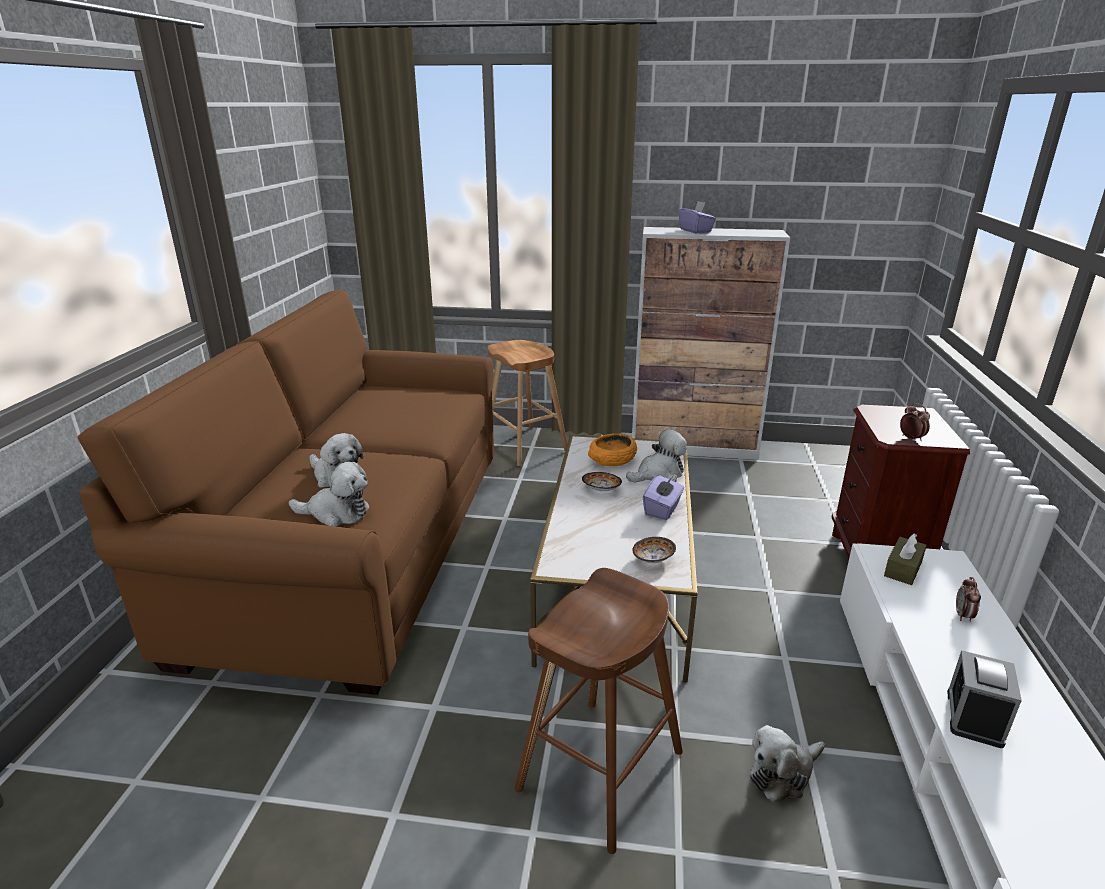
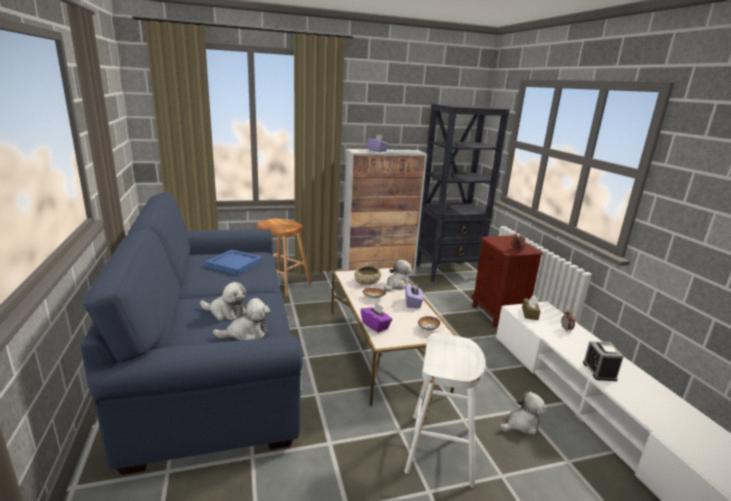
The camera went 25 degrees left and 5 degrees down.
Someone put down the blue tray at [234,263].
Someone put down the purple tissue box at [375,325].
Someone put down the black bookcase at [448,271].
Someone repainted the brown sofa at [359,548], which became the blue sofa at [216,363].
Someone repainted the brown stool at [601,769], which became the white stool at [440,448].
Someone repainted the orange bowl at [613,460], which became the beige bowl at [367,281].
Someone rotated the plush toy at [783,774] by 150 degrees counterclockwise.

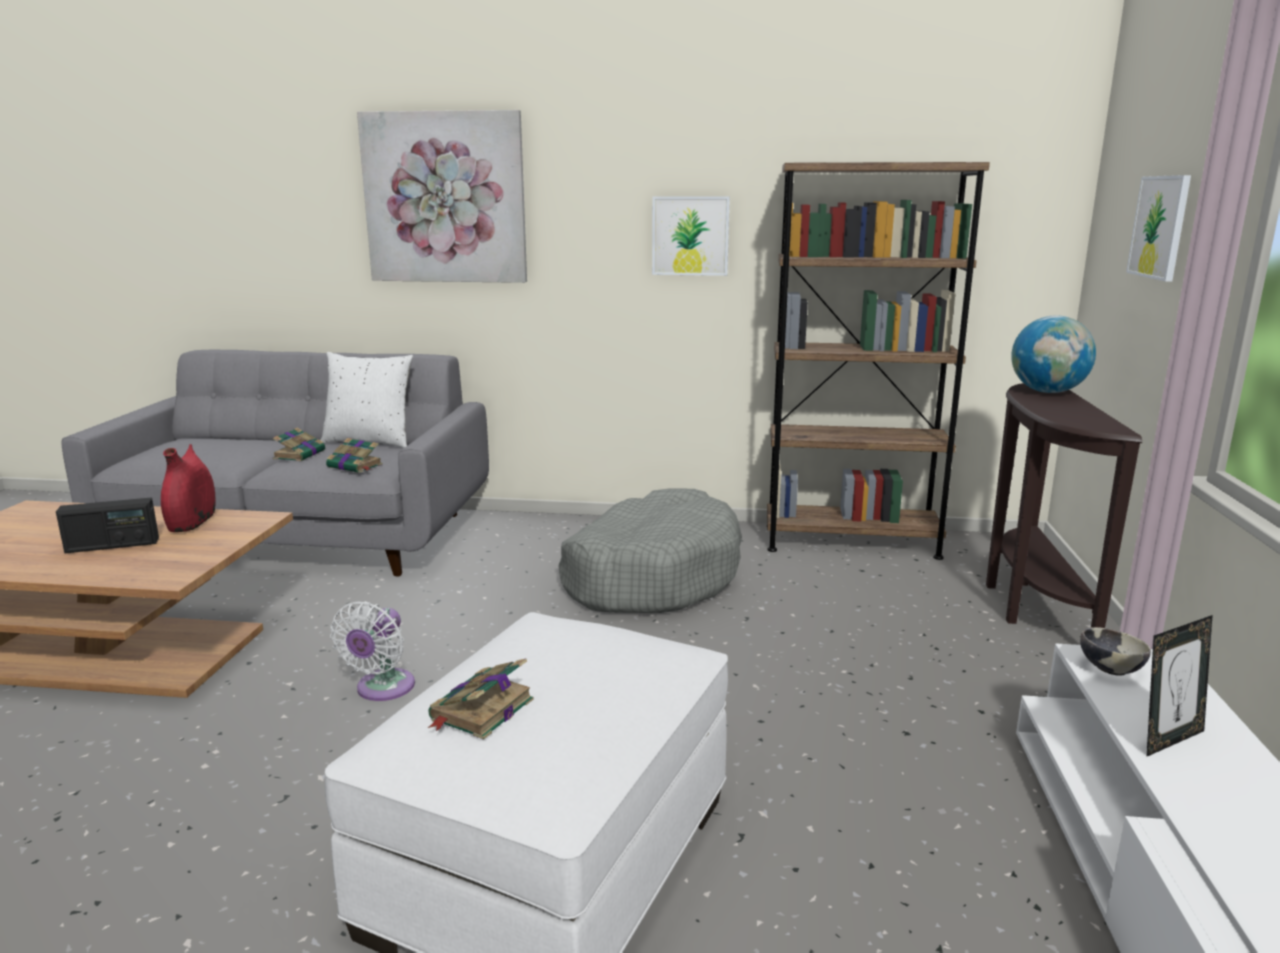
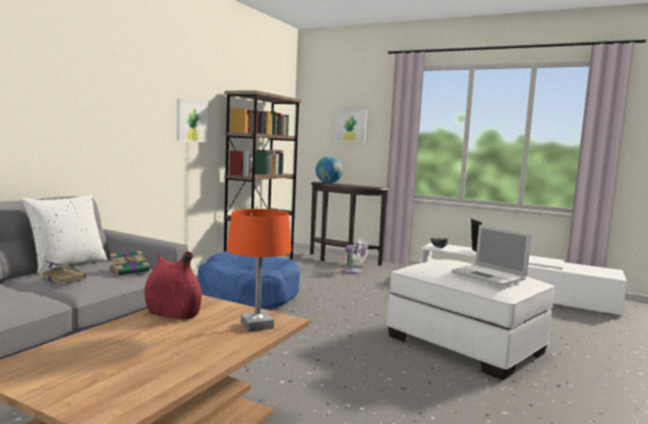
The camera went 70 degrees left and 10 degrees down.
Someone took away the radio at [112,545].
Someone took away the picture at [445,198].
Someone put down the orange table lamp at [256,325].
Someone carried the white fan from [382,689] to [353,272].
Someone swapped the book at [480,711] for the laptop at [490,276].
Someone repainted the grey dog bed at [651,575], which became the blue dog bed at [248,294].

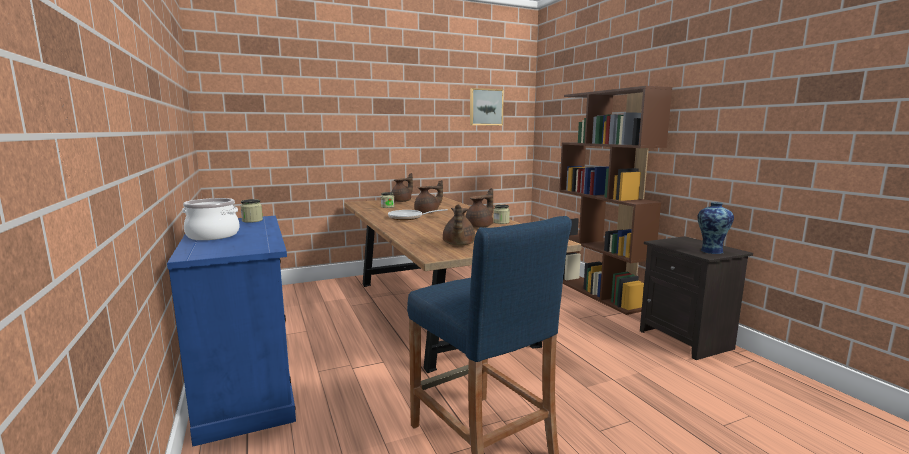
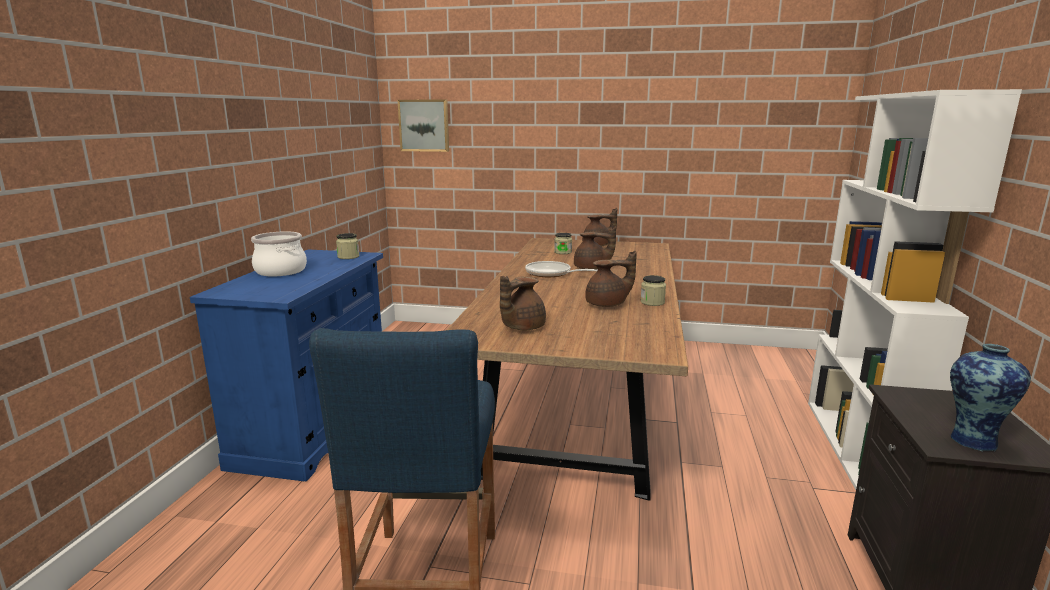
The camera went 35 degrees right and 5 degrees up.
Someone carried the picture from [485,107] to [424,125].
Someone repainted the brown bookcase at [599,293], which became the white bookcase at [859,448].

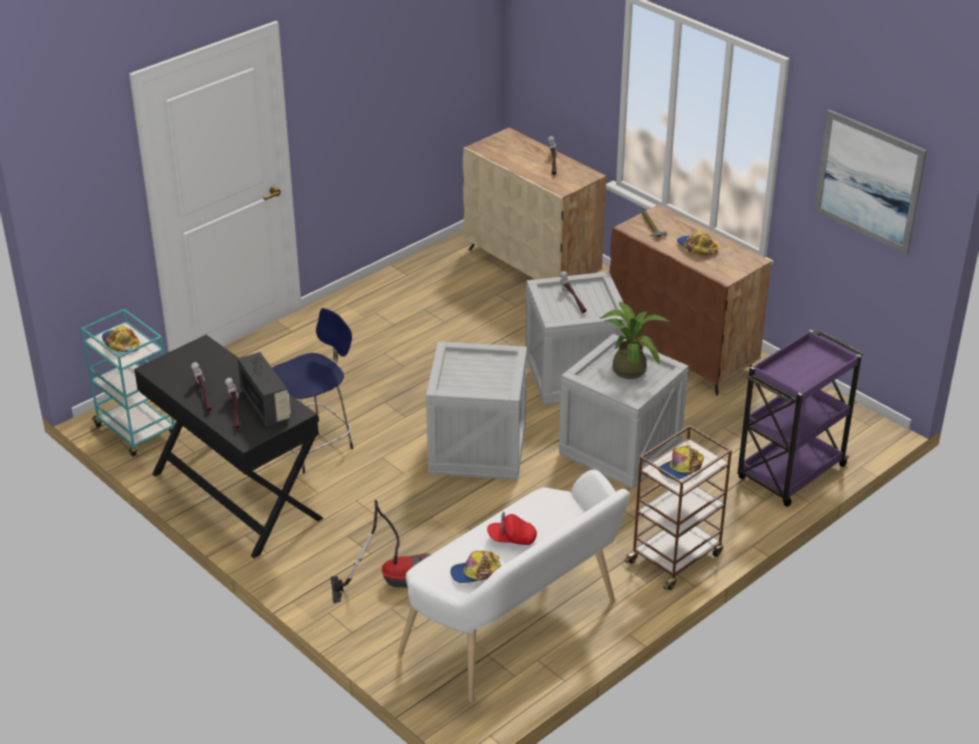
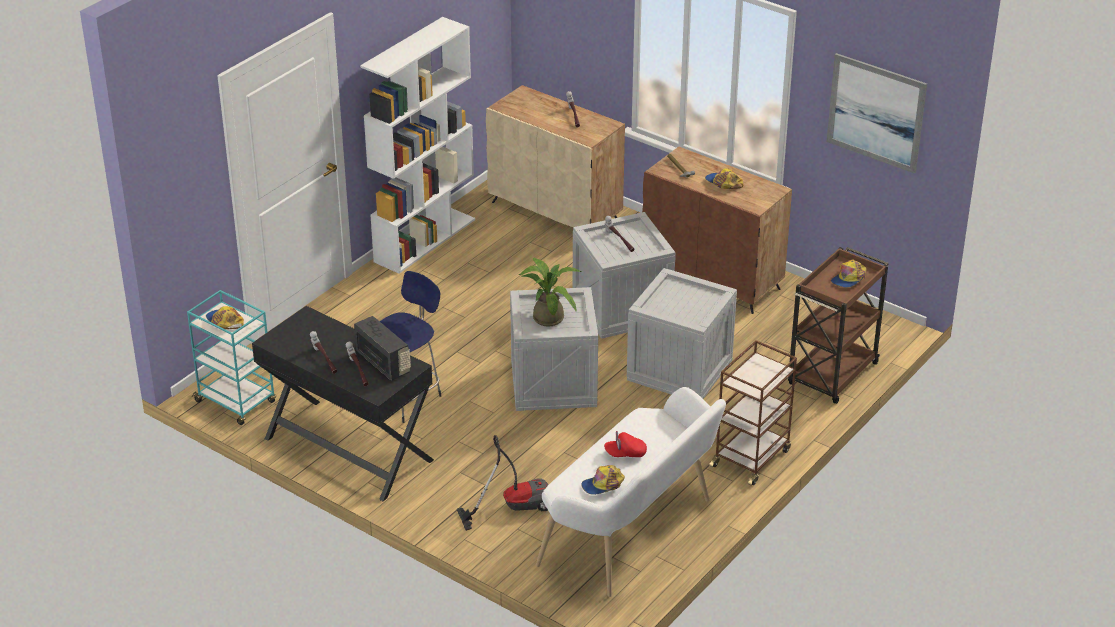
The camera went 10 degrees left and 0 degrees up.
Someone put down the white bookcase at [424,240].
Someone carried the potted plant from [629,367] to [548,316].
Someone carried the cap from [681,468] to [848,278].
Someone repainted the purple cart at [790,473], which became the brown cart at [832,375].

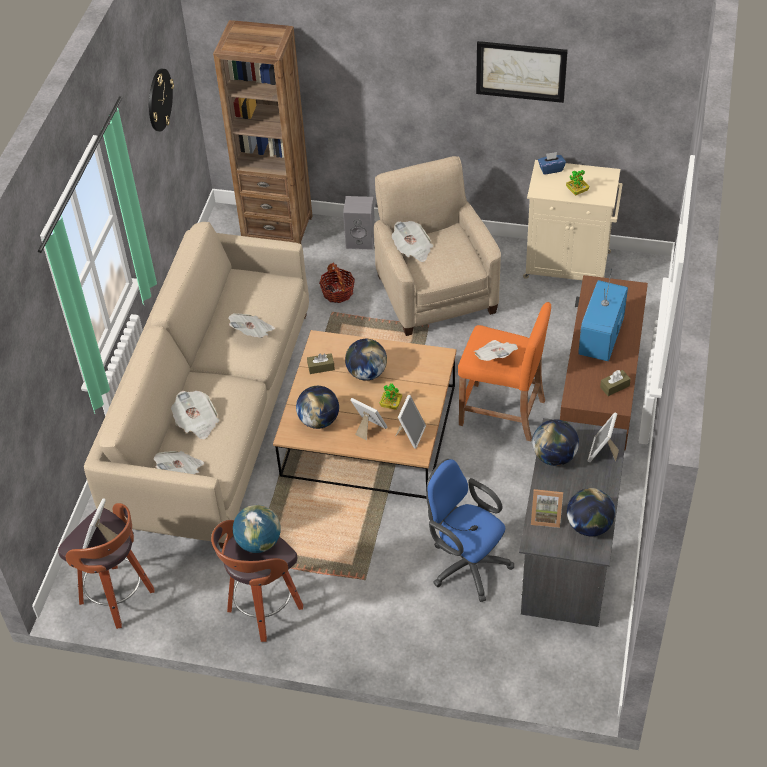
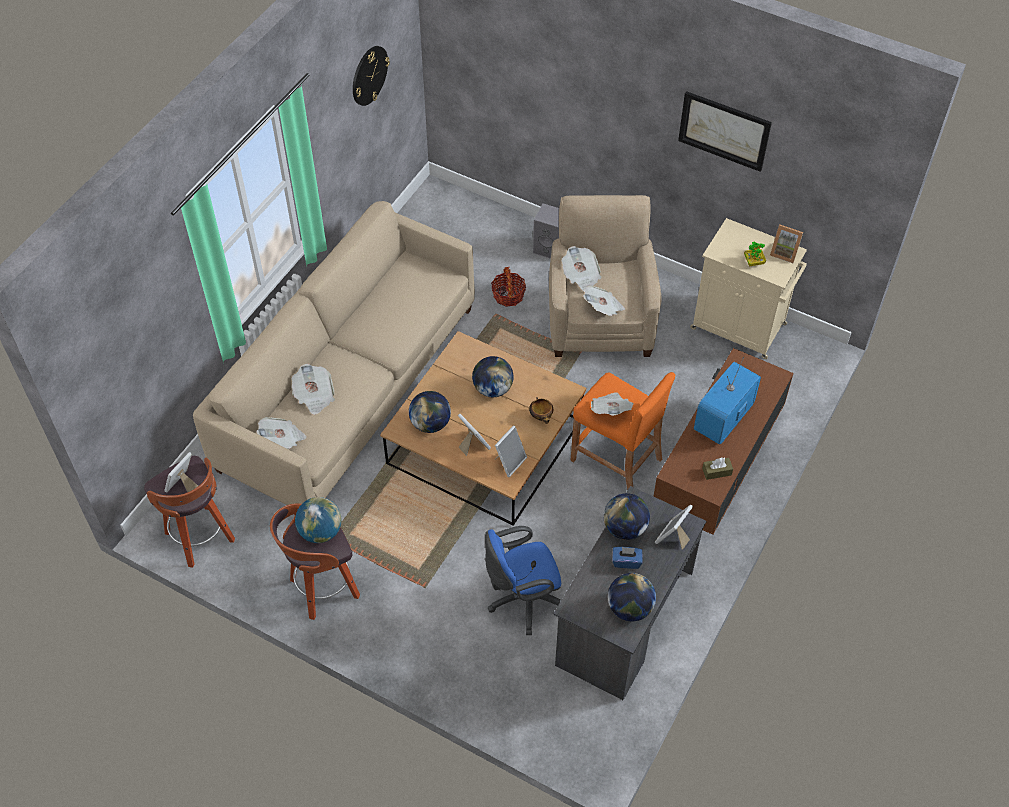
The camera went 15 degrees right and 5 degrees up.
Someone took away the brown bookcase at [277,229].
Someone took away the brown tissue box at [321,367].
Someone took away the potted plant at [391,404].
Someone put down the bowl at [541,417].
Someone carried the newspaper from [252,333] to [603,308].
Someone carried the picture frame from [546,517] to [784,253].
Someone carried the blue tissue box from [551,169] to [626,561].
Someone rotated the blue office chair at [466,564] by 75 degrees counterclockwise.

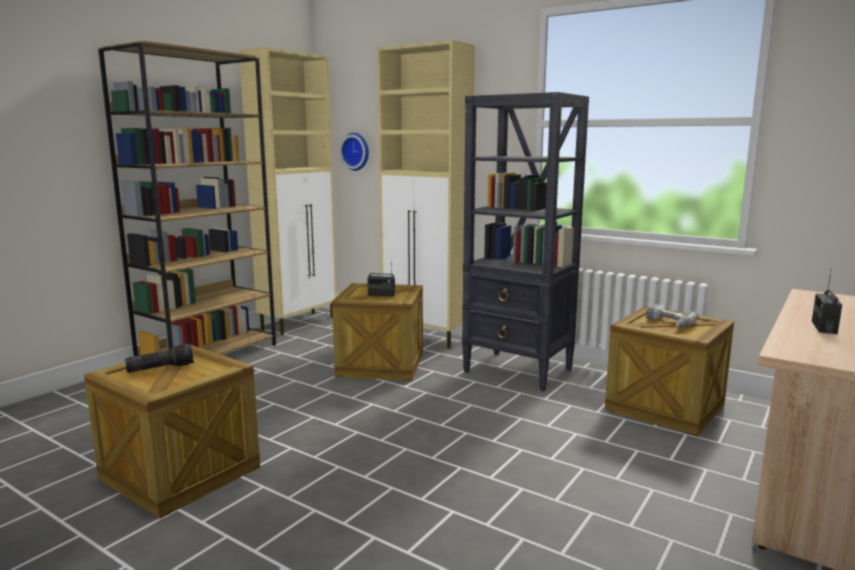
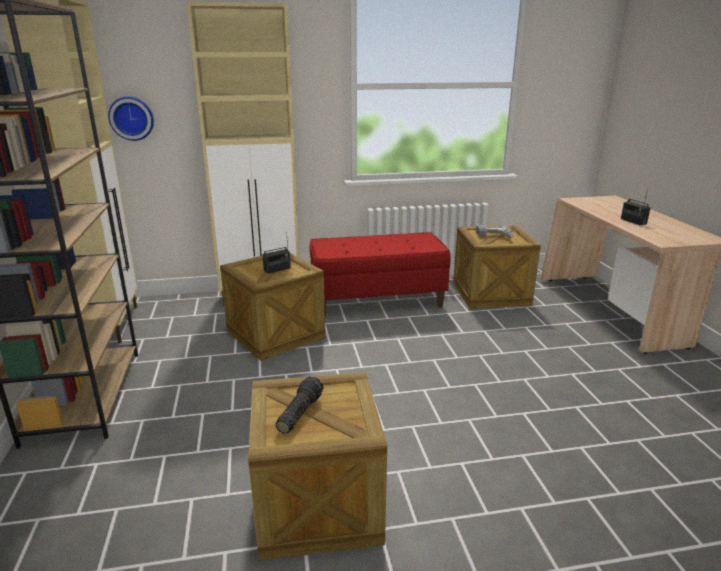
The camera went 45 degrees left and 10 degrees up.
Someone swapped the black bookcase at [518,371] for the red bench at [377,300].

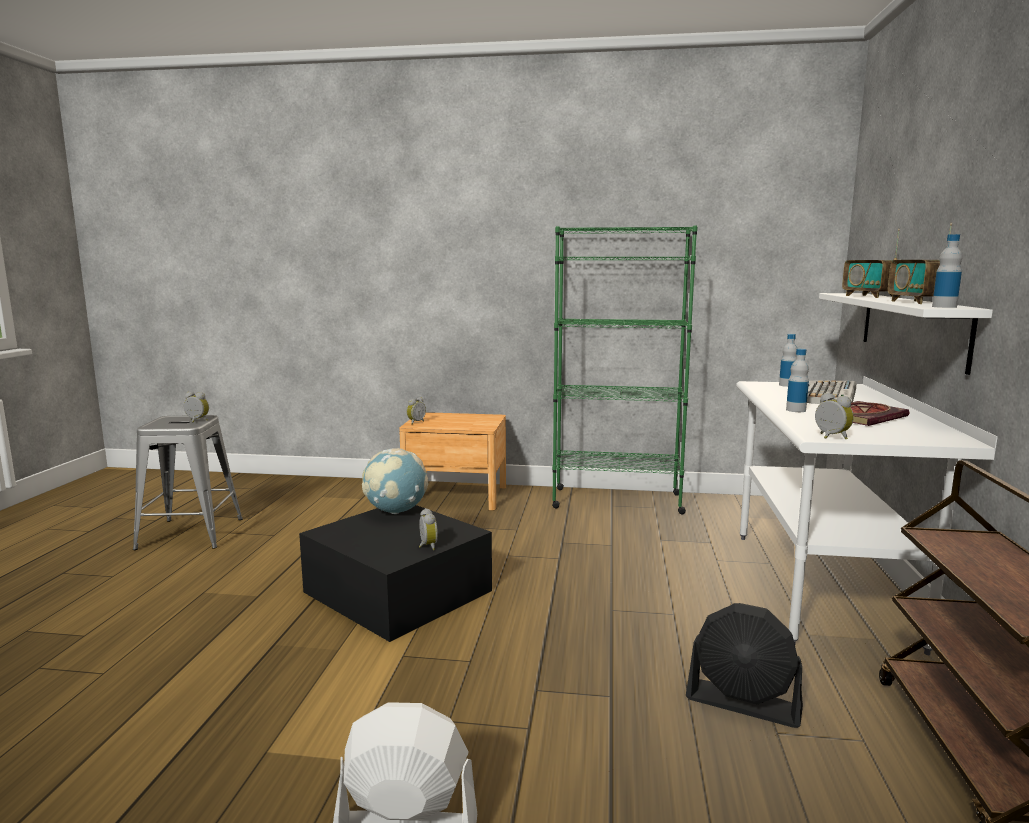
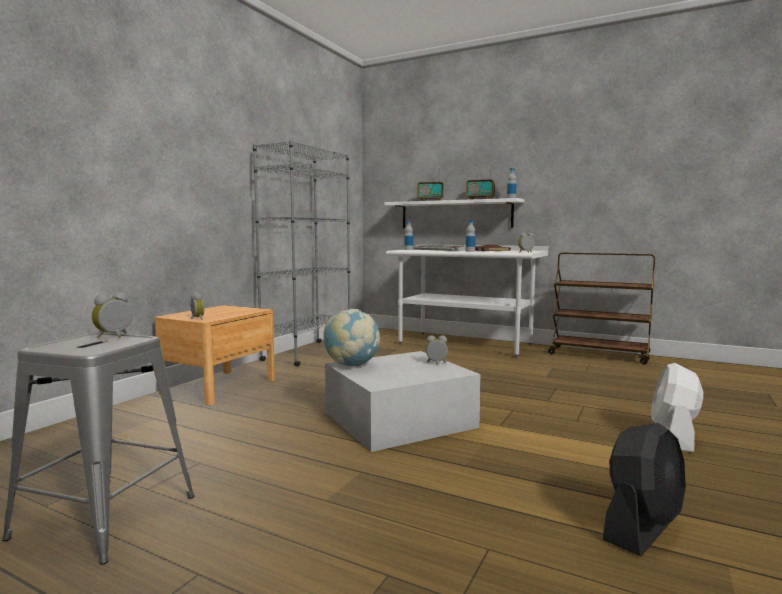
The camera went 70 degrees left and 5 degrees down.
Someone carried the black fan from [743,703] to [642,527].
Someone repainted the black storage box at [397,591], which became the white storage box at [399,420].
Someone repainted the green bookcase at [616,500], which became the grey bookcase at [308,353].

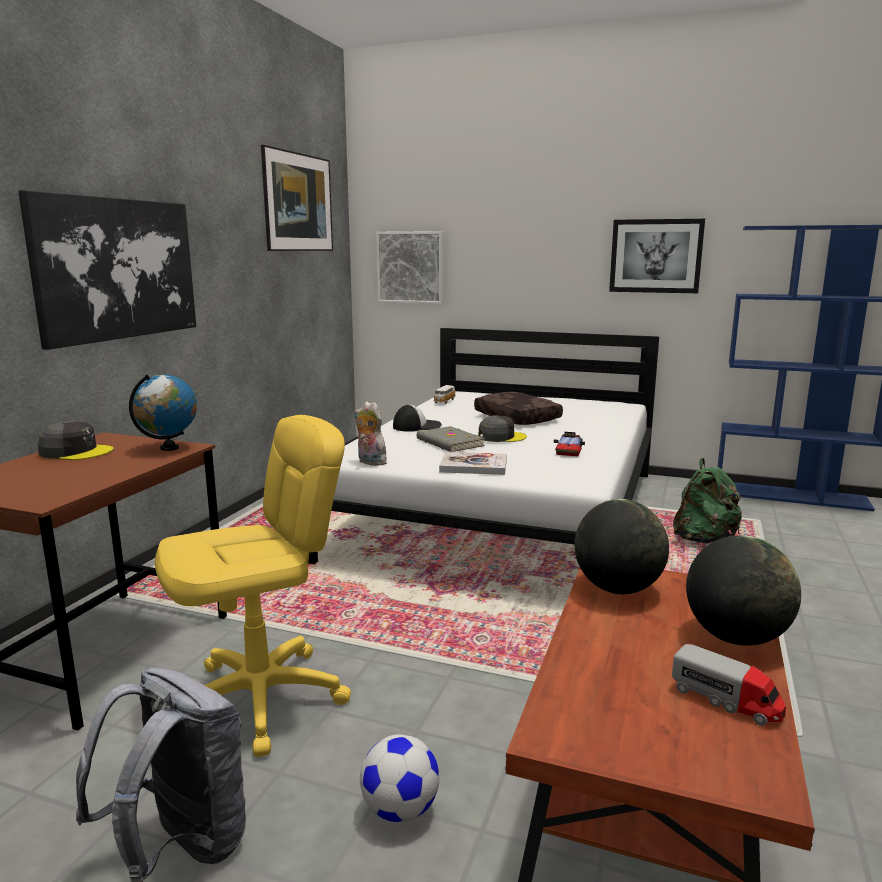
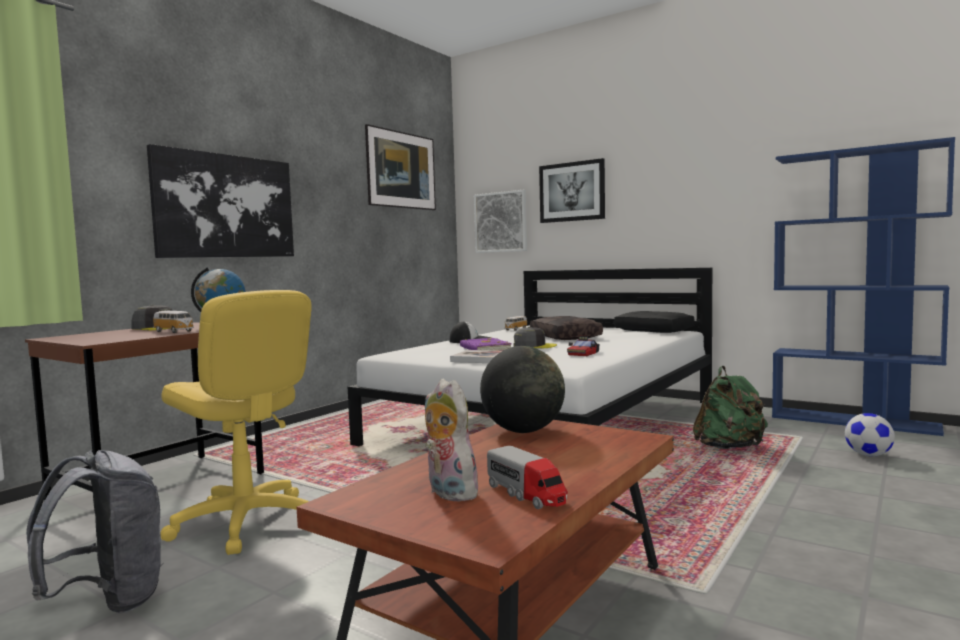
The camera went 15 degrees right and 10 degrees down.
Someone took away the globe at [736,638].
Someone put down the toy car at [174,331].
Someone put down the black pillow at [654,330].
Someone carried the plush toy from [369,462] to [448,493].
Someone carried the football from [400,810] to [868,455].
Someone carried the picture from [655,256] to [572,192].
Someone repainted the grey book at [449,443], which became the purple book at [484,348].
Someone rotated the yellow office chair at [261,699] by 60 degrees clockwise.

